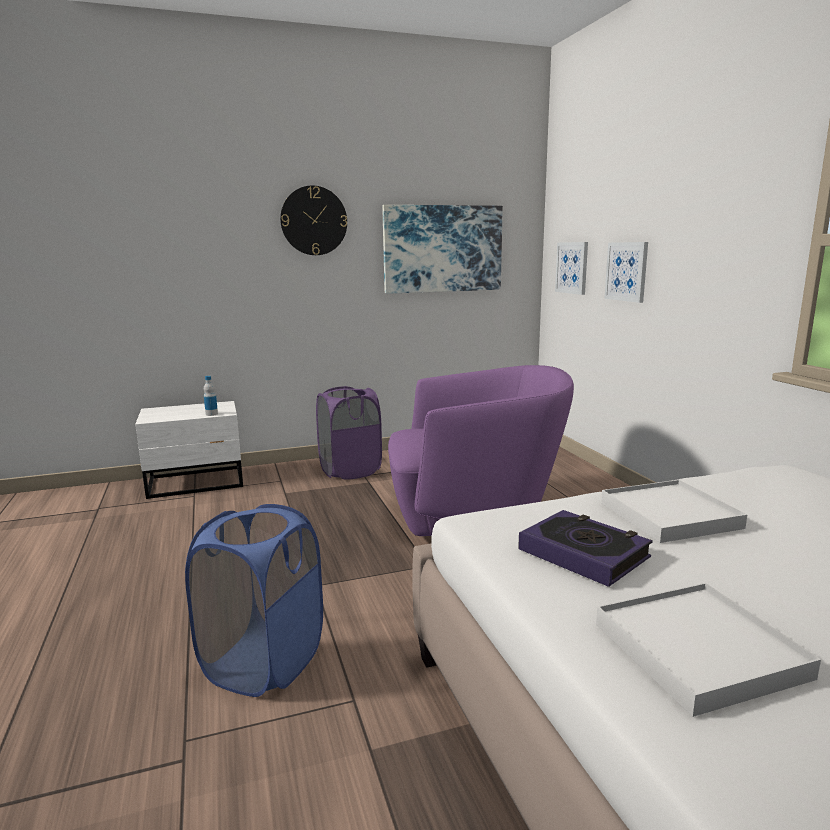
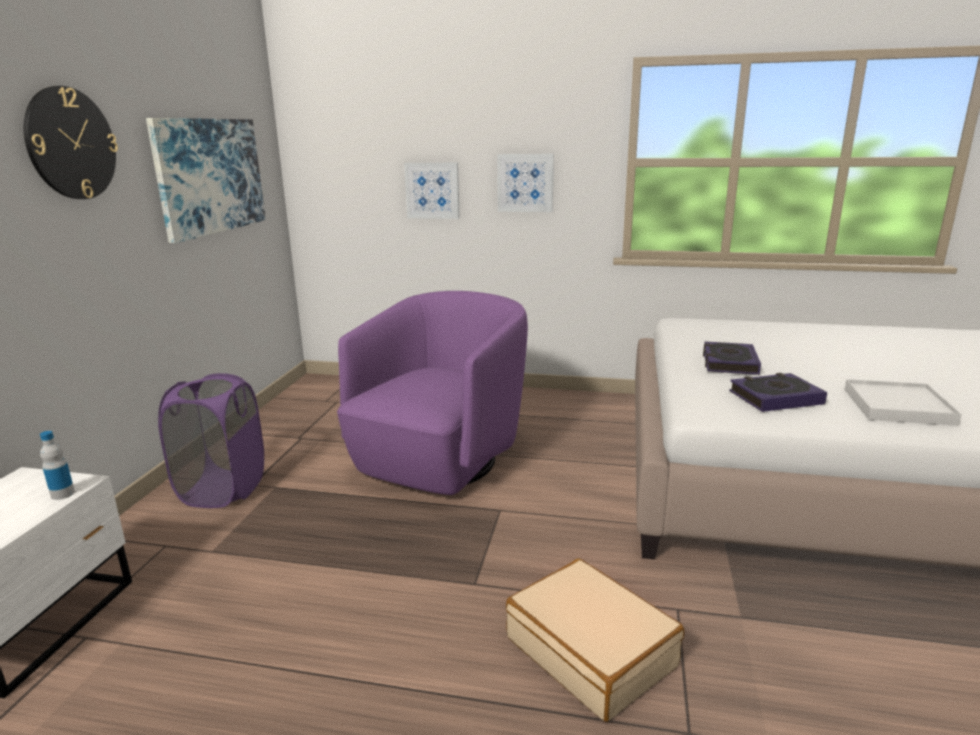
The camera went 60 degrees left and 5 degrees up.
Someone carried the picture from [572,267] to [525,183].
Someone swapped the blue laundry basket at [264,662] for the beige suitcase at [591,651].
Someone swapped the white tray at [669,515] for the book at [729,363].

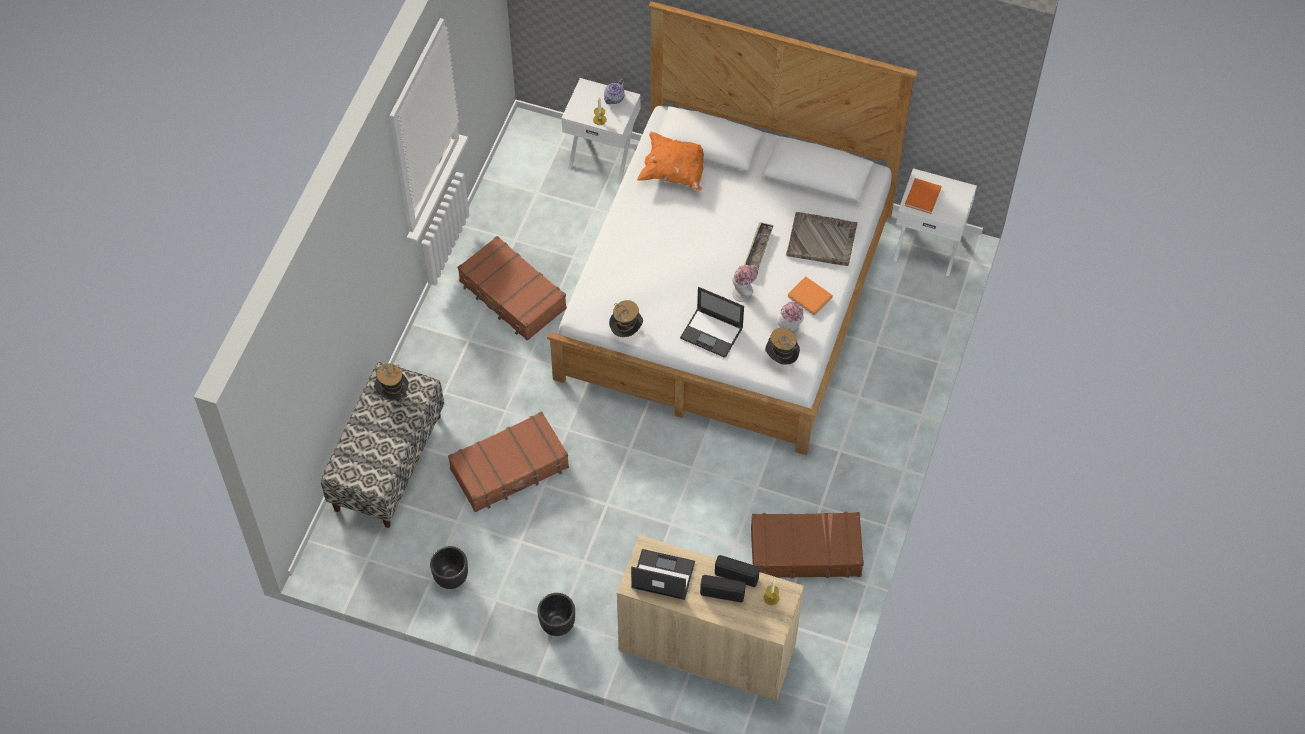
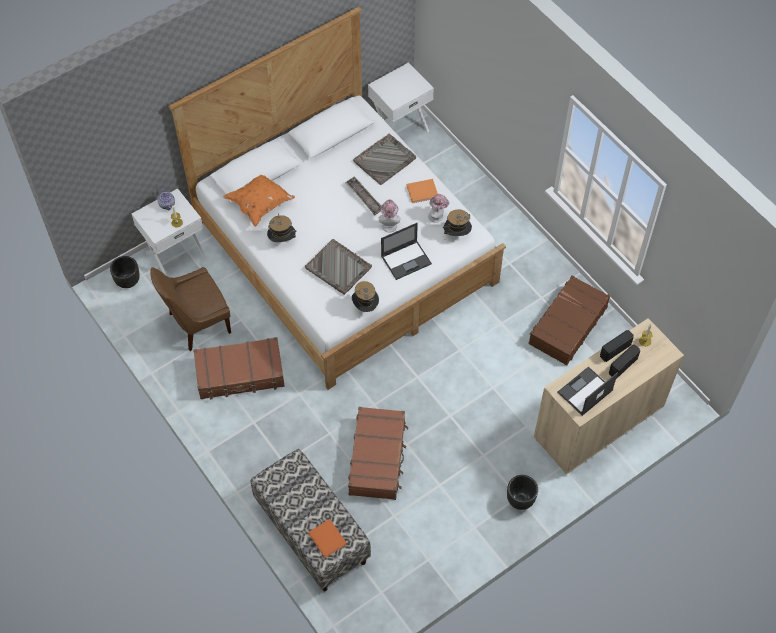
The camera went 55 degrees left and 0 degrees up.
Someone put down the brown chair at [197,324].
Someone put down the grey tray at [339,268].
Someone carried the hat from [393,394] to [282,241].
Someone carried the black planter from [450,578] to [127,282].
Someone carried the orange book from [922,198] to [328,540].

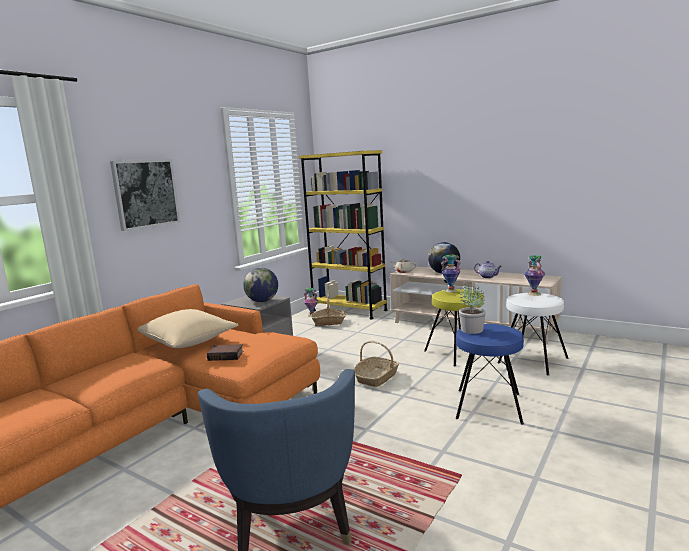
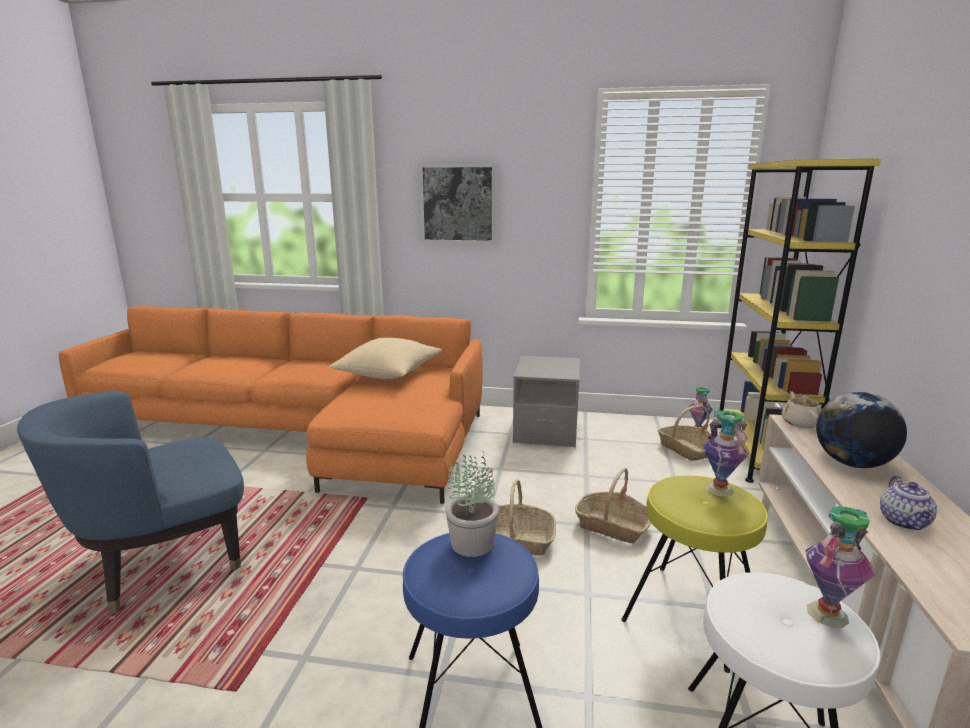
The camera went 65 degrees right and 5 degrees up.
Someone took away the book at [226,355].
Someone took away the globe at [262,301].
Someone put down the basket at [612,526].

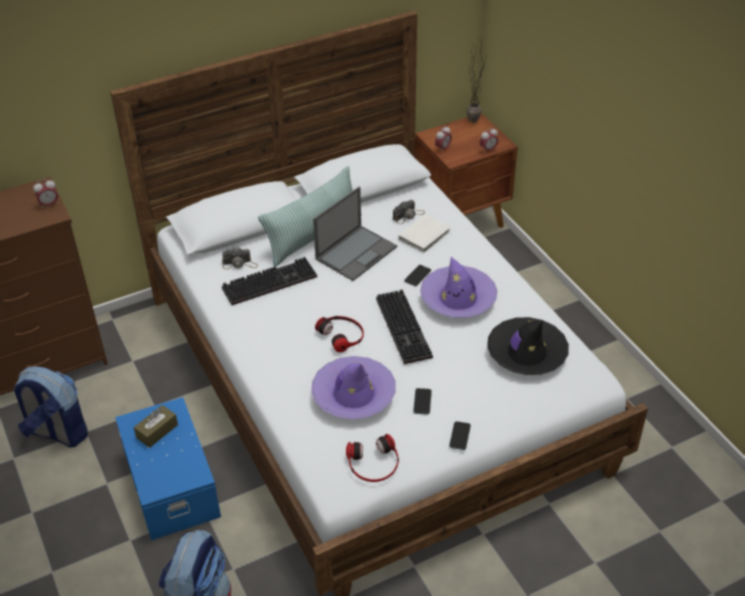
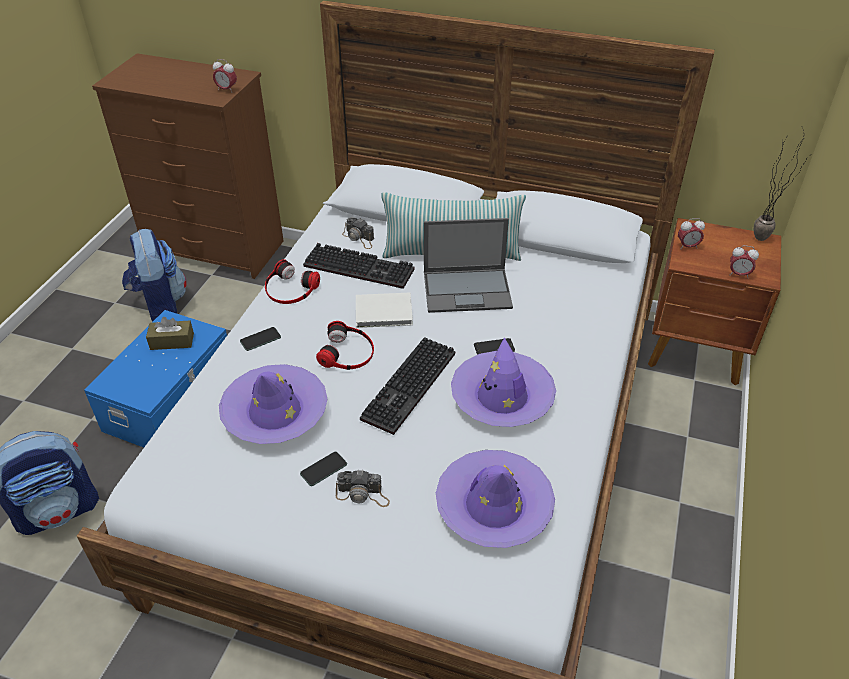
The camera went 45 degrees right and 0 degrees up.
Someone carried the headphones from [373,463] to [290,289].
Someone carried the photo camera from [408,215] to [363,494].
Someone carried the white book from [425,235] to [385,313].
Someone carried the phone from [460,436] to [260,339].
Someone repainted the black hat at [526,353], which became the purple hat at [493,506].

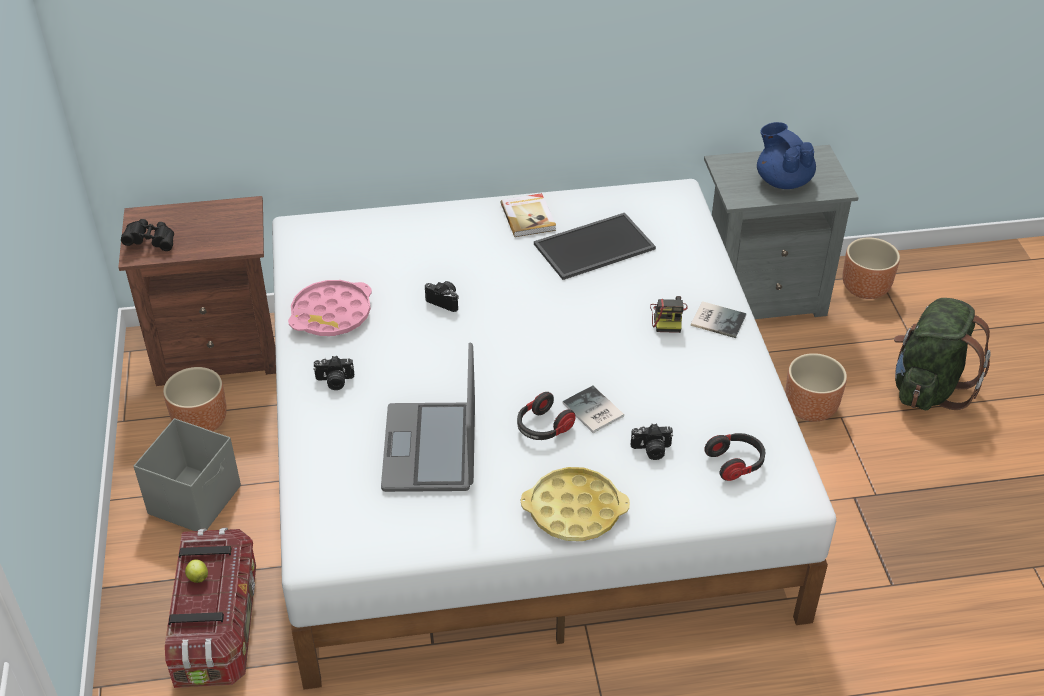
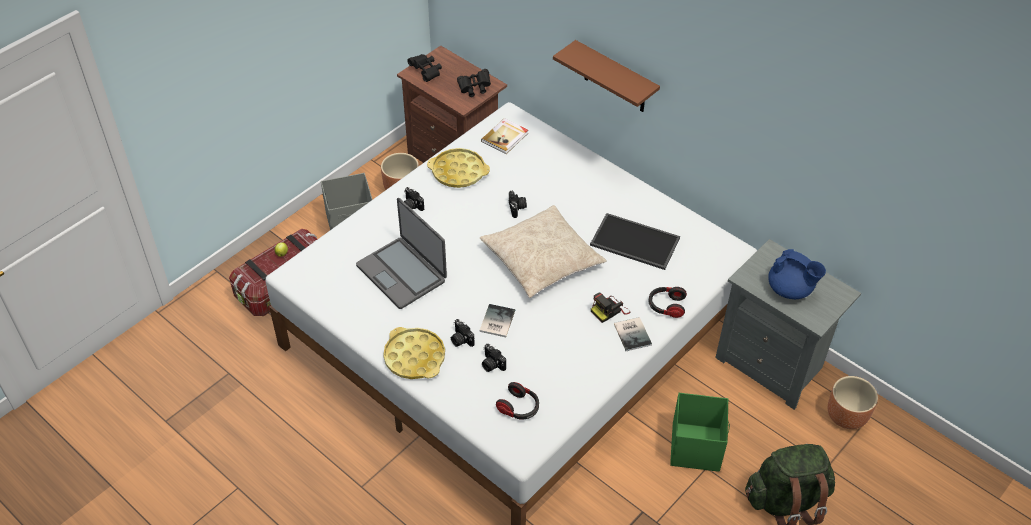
The camera went 50 degrees right and 5 degrees up.
Someone put down the photo camera at [460,339].
Someone put down the black binoculars at [474,88].
Someone put down the beige pillow at [541,259].
Someone put up the brown shelf at [615,78].
Someone carried the book from [528,217] to [505,137].
Someone carried the headphones from [543,428] to [666,306].
Someone swapped the brown planter at [809,408] for the green storage box at [696,446].
Someone repainted the pink tray at [331,314], which became the yellow tray at [458,172].
Someone rotated the laptop at [431,448] by 90 degrees counterclockwise.
Someone rotated the blue teapot at [782,180] by 105 degrees clockwise.

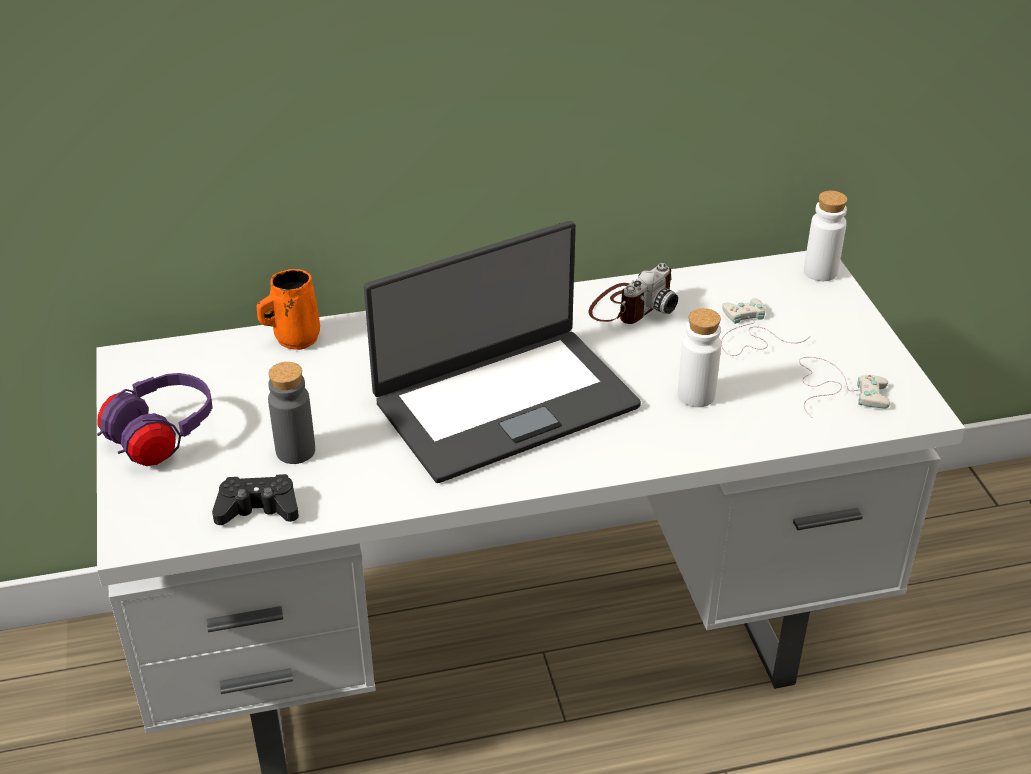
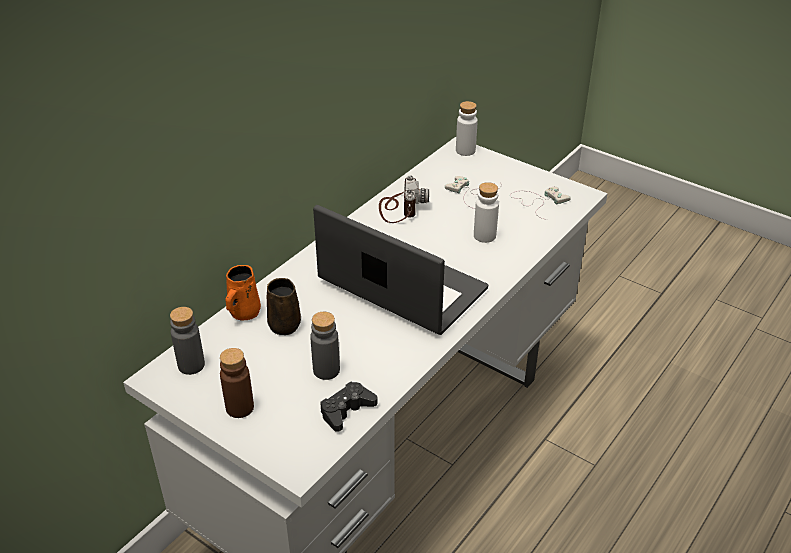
The camera went 40 degrees left and 0 degrees up.
Someone put down the grey bottle at [191,365].
Someone put down the brown mug at [284,324].
Someone swapped the purple headphones at [161,438] for the brown bottle at [240,407].
Someone rotated the laptop at [504,402] by 75 degrees counterclockwise.

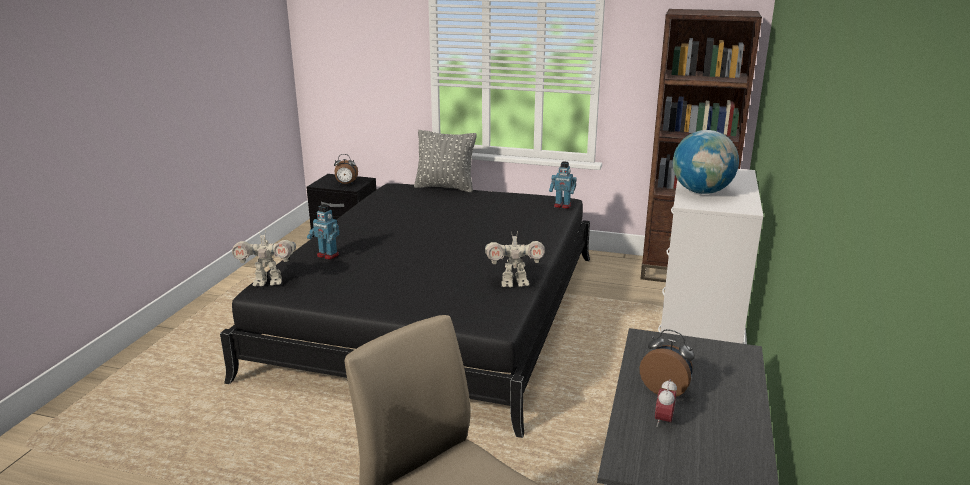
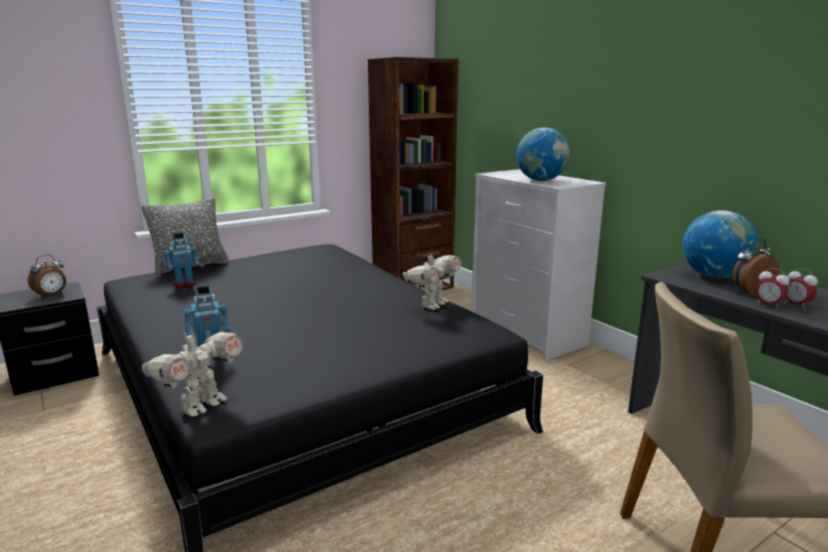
The camera went 50 degrees left and 5 degrees down.
Someone put down the globe at [714,276].
Someone put down the alarm clock at [768,305].
Someone carried the toy robot from [562,206] to [184,284].

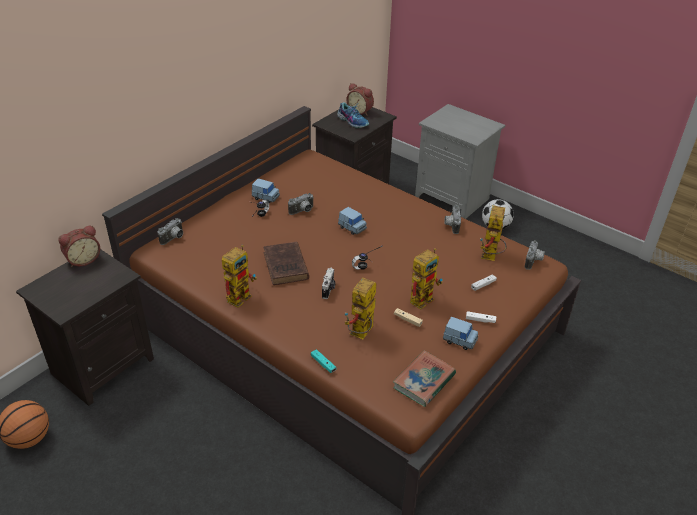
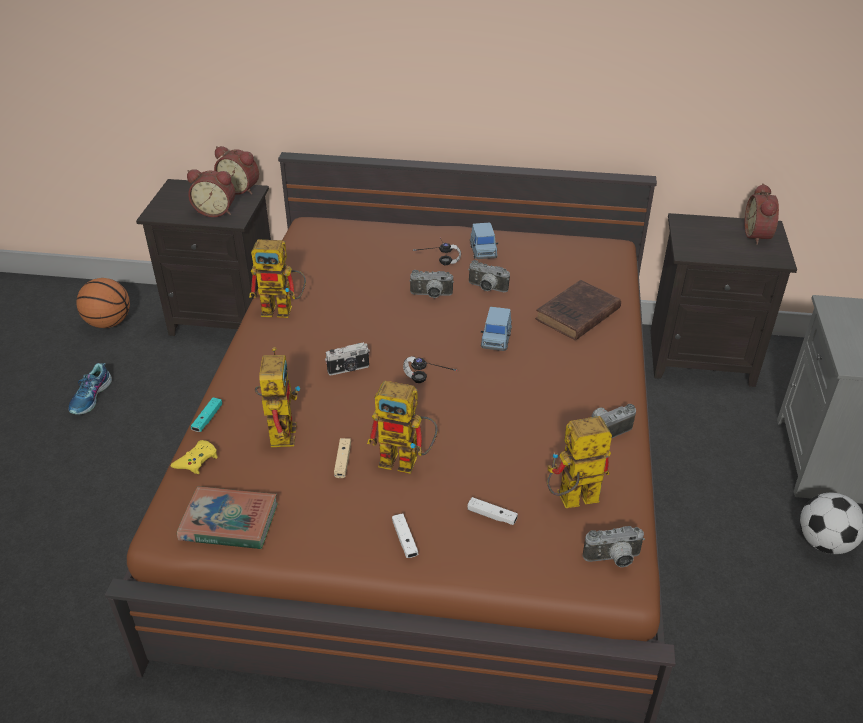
The camera went 60 degrees right and 0 degrees up.
Someone took away the blue toy car at [459,340].
Someone put down the yellow game controller at [197,460].
Someone put down the alarm clock at [216,211].
Someone carried the photo camera from [174,238] to [431,295].
Someone carried the brown book from [286,267] to [576,315].
Someone carried the shoe from [353,121] to [91,397].
Someone rotated the toy robot at [361,334] by 90 degrees clockwise.

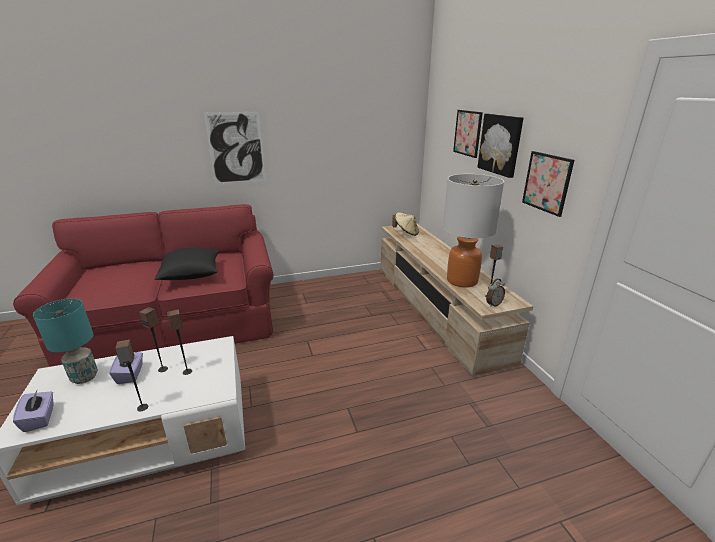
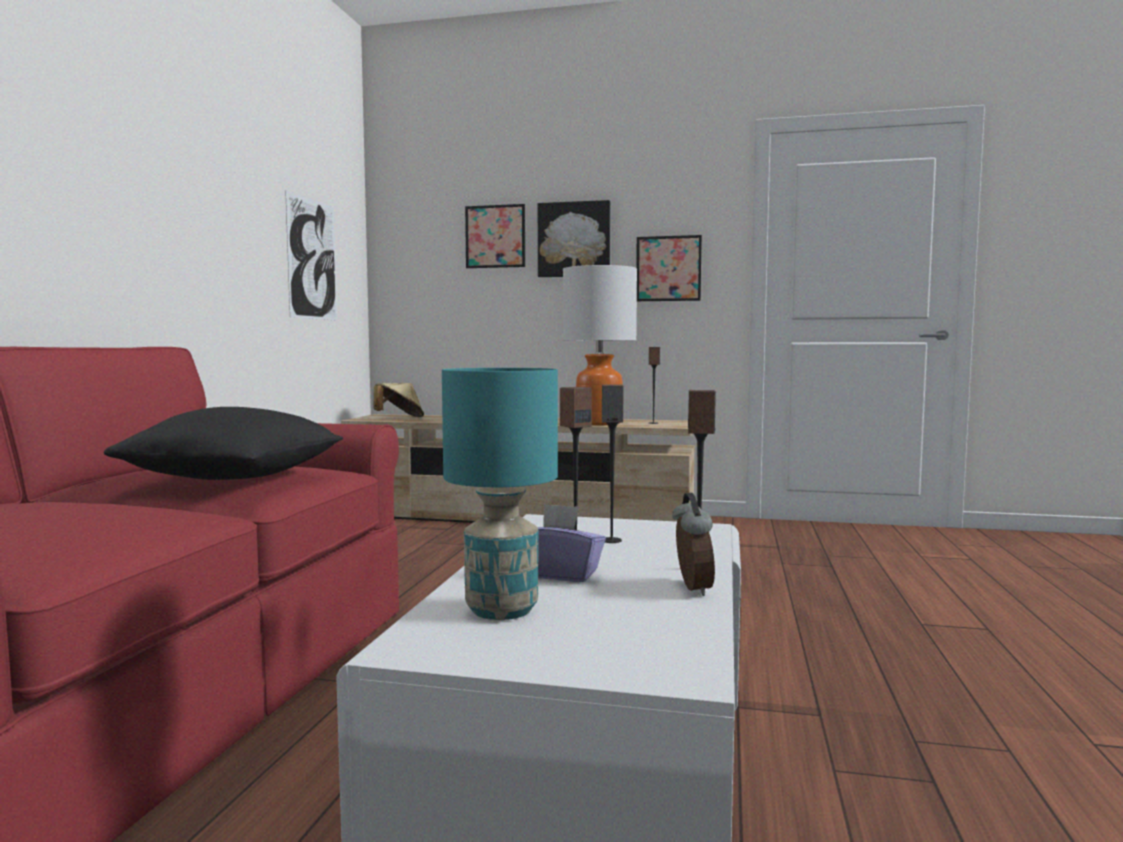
The camera went 60 degrees left and 20 degrees down.
Someone took away the purple tissue box at [40,418].
Someone carried the picture from [236,148] to [312,259].
Someone carried the alarm clock from [493,304] to [691,588].

